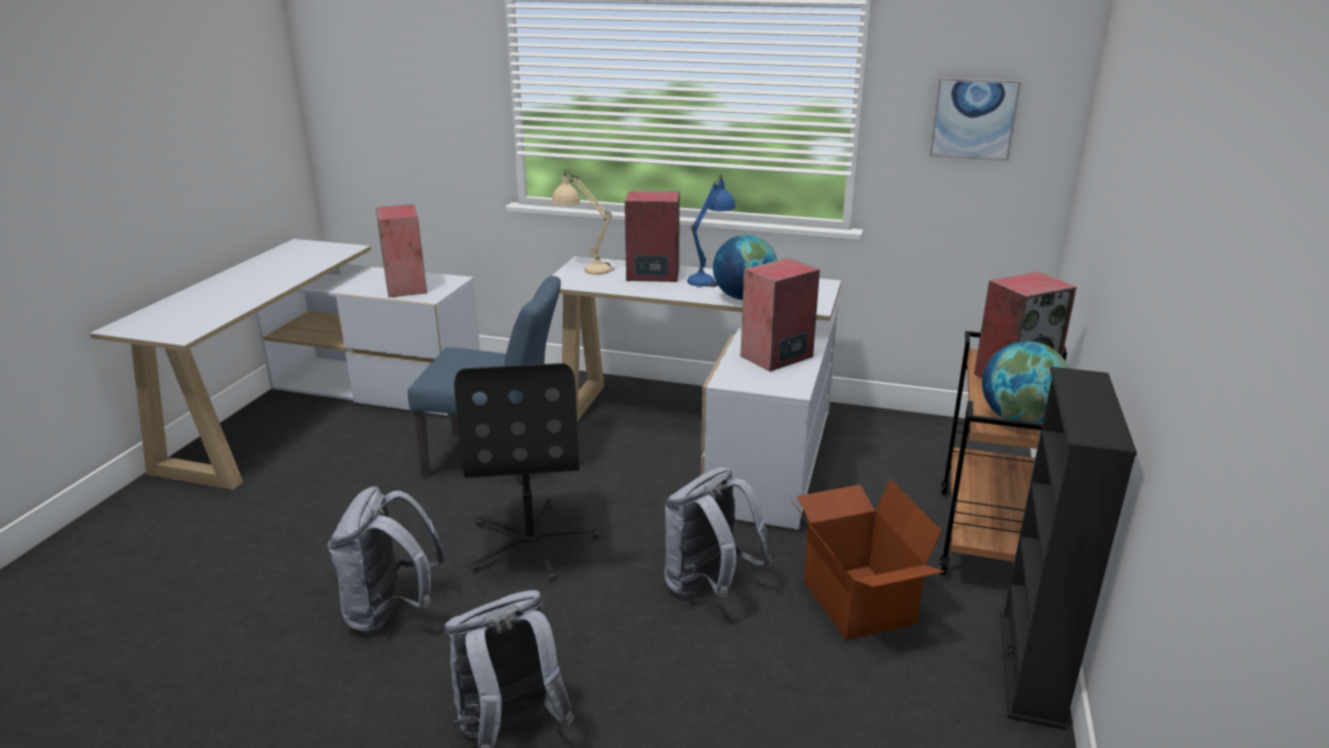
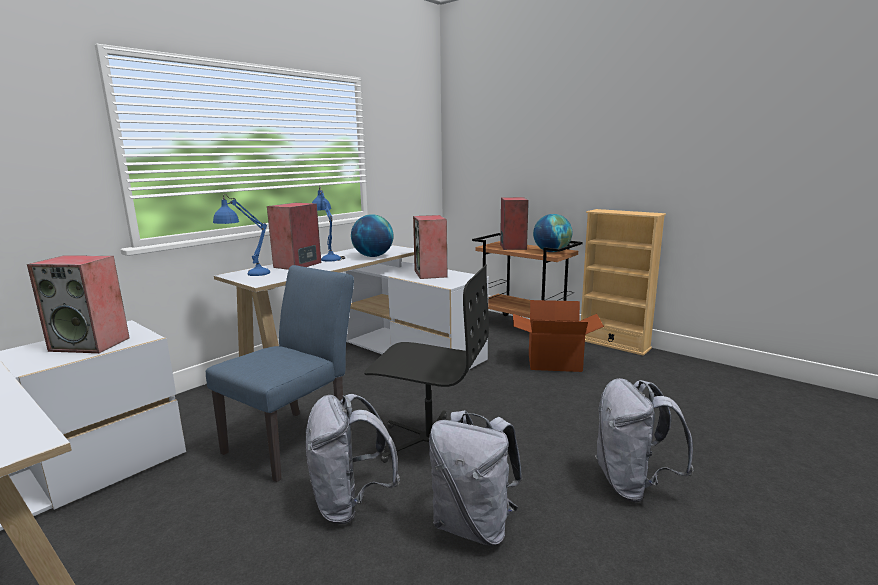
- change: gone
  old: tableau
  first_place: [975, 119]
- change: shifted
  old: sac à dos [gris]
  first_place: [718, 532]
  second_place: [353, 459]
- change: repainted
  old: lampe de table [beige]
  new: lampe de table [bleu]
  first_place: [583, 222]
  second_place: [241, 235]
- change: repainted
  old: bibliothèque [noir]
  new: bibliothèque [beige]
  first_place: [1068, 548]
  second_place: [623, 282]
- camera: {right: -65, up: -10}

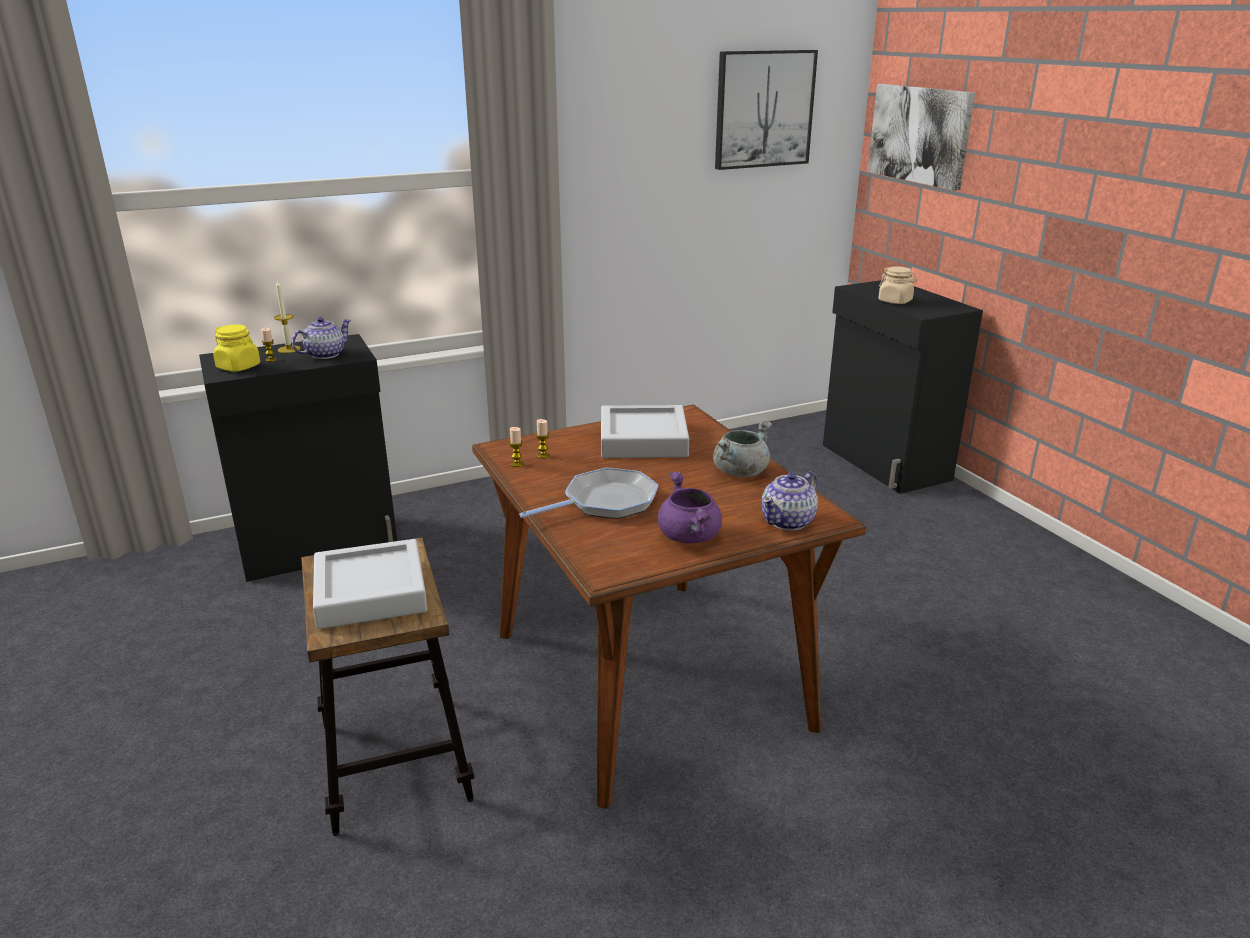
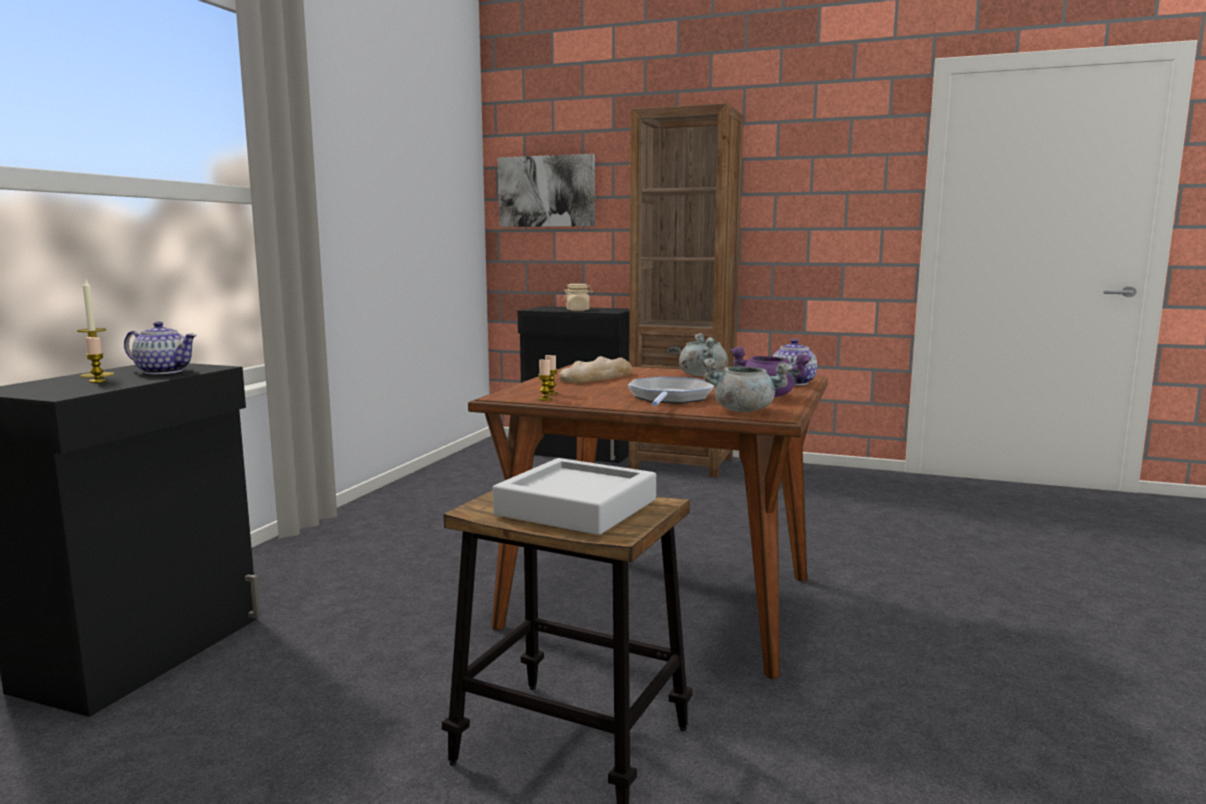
- change: gone
  old: bocal [jaune]
  first_place: [237, 348]
- change: gone
  old: tableau
  first_place: [766, 110]
- change: new
  new: bibliothèque [marron]
  second_place: [686, 290]
- change: new
  new: marmite [gris]
  second_place: [747, 385]
- change: swapped
  old: plateau [gris]
  new: pain
  first_place: [645, 431]
  second_place: [595, 369]
- change: rotated
  old: théière
  first_place: [321, 338]
  second_place: [160, 348]
  degrees: 105
- camera: {right: -45, up: -15}

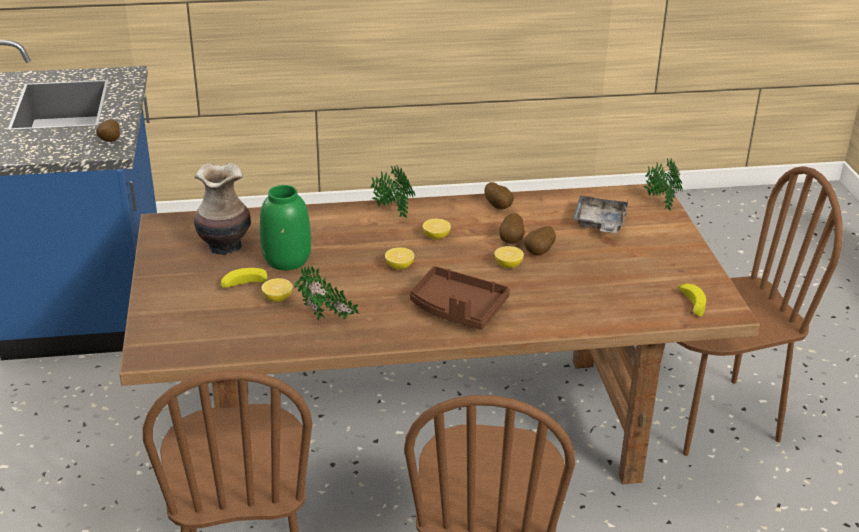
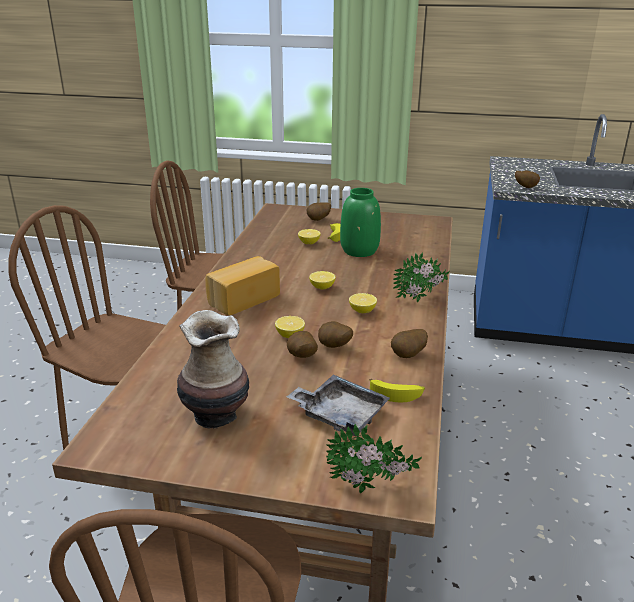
- change: gone
  old: plante en pot
  first_place: [327, 292]
- change: new
  new: pomme de terre
  second_place: [318, 212]
- change: shifted
  old: vase
  first_place: [222, 209]
  second_place: [213, 369]
- change: shifted
  old: banane
  first_place: [692, 300]
  second_place: [397, 390]
- change: swapped
  old: plateau [marron]
  new: pain
  first_place: [460, 298]
  second_place: [242, 285]
- camera: {right: 110, up: -5}

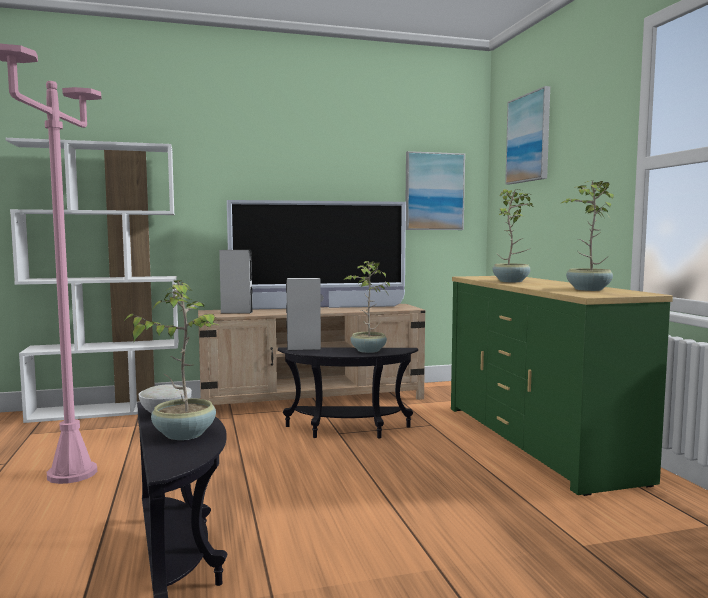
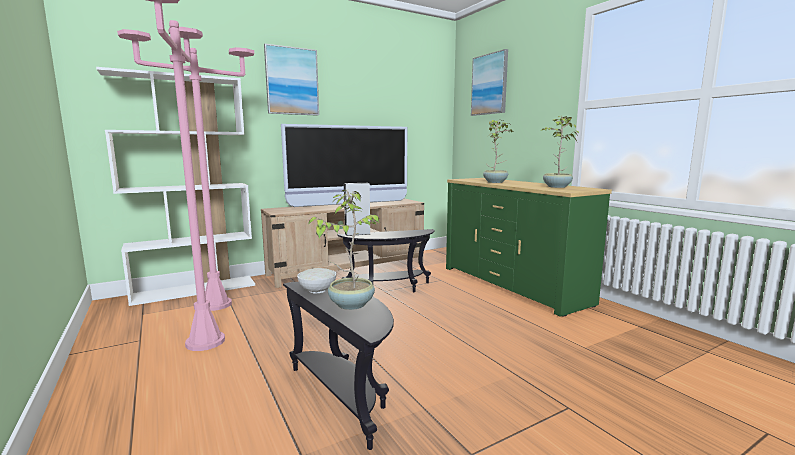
- change: gone
  old: enceinte [gris]
  first_place: [236, 282]
- change: gone
  old: plante en pot
  first_place: [367, 307]
- change: new
  new: lampadaire [rose]
  second_place: [185, 170]
- change: shifted
  old: tableau
  first_place: [435, 190]
  second_place: [291, 80]
- camera: {right: -15, up: 5}

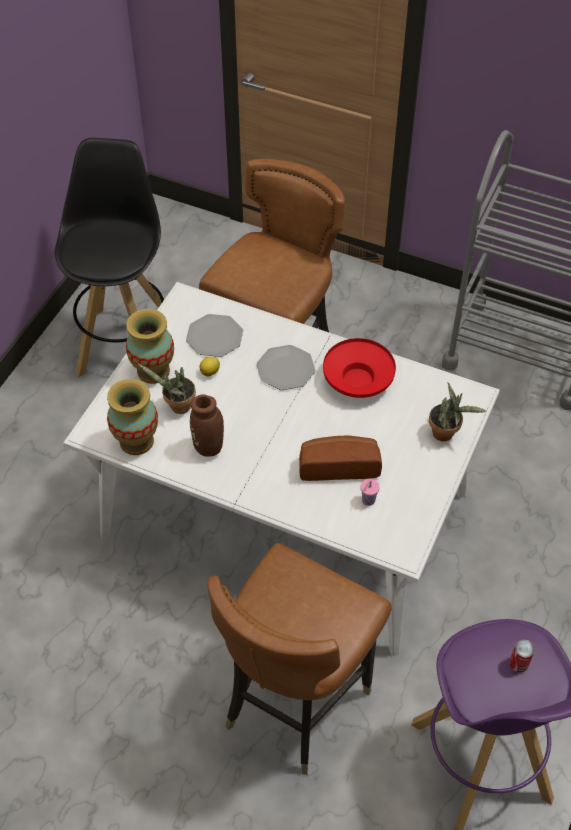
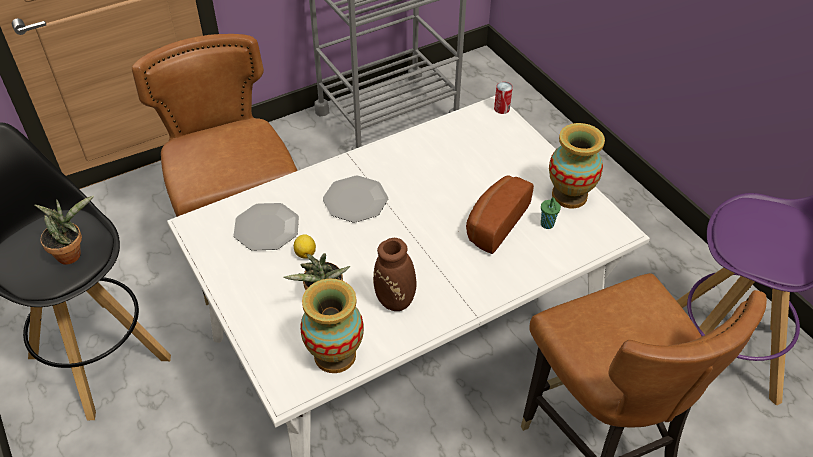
- change: gone
  old: bol [rouge]
  first_place: [359, 368]
- change: shifted
  old: vase
  first_place: [150, 346]
  second_place: [577, 165]
- change: shifted
  old: plante en pot
  first_place: [458, 412]
  second_place: [64, 230]
- change: shifted
  old: boîte métallique
  first_place: [522, 656]
  second_place: [503, 98]
- change: repainted
  old: tasse [rose]
  new: tasse [vert]
  first_place: [370, 492]
  second_place: [551, 213]
- camera: {right: -55, up: -5}

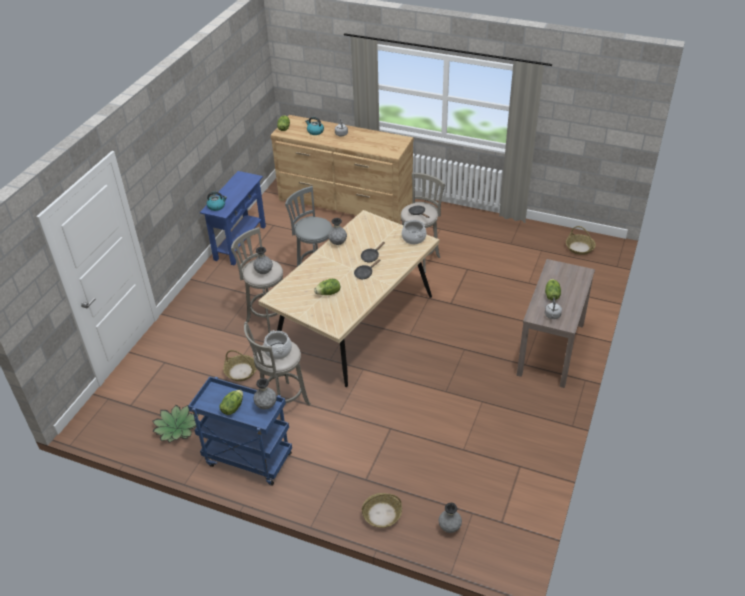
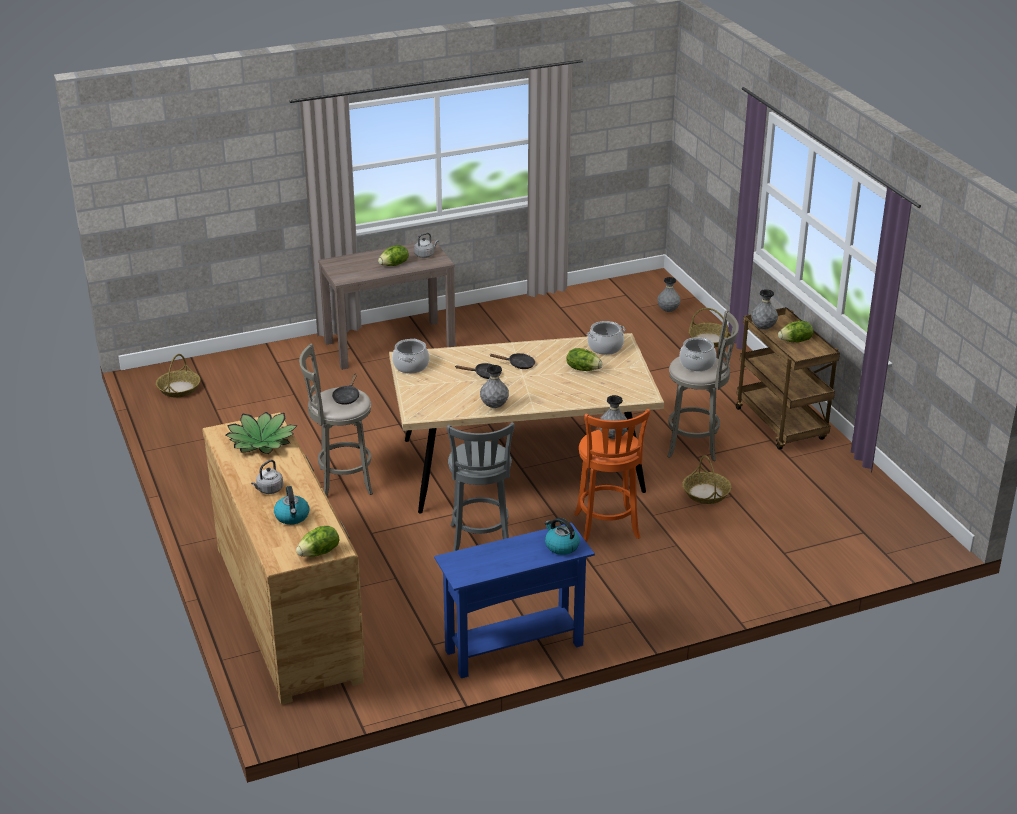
- change: new
  new: marmite
  second_place: [606, 338]
- change: shifted
  old: plante en pot
  first_place: [175, 424]
  second_place: [261, 433]
- change: repainted
  old: chariot [bleu]
  new: chariot [marron]
  first_place: [240, 431]
  second_place: [788, 378]
- change: repainted
  old: tabouret [gris]
  new: tabouret [orange]
  first_place: [257, 280]
  second_place: [612, 475]
- camera: {right: -135, up: -10}

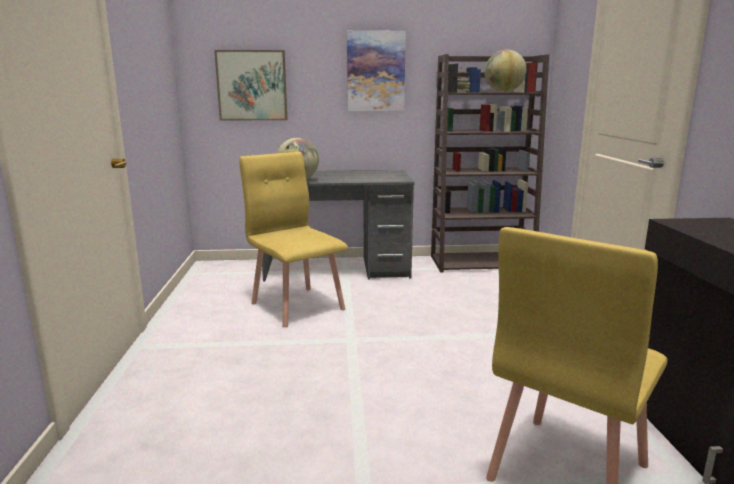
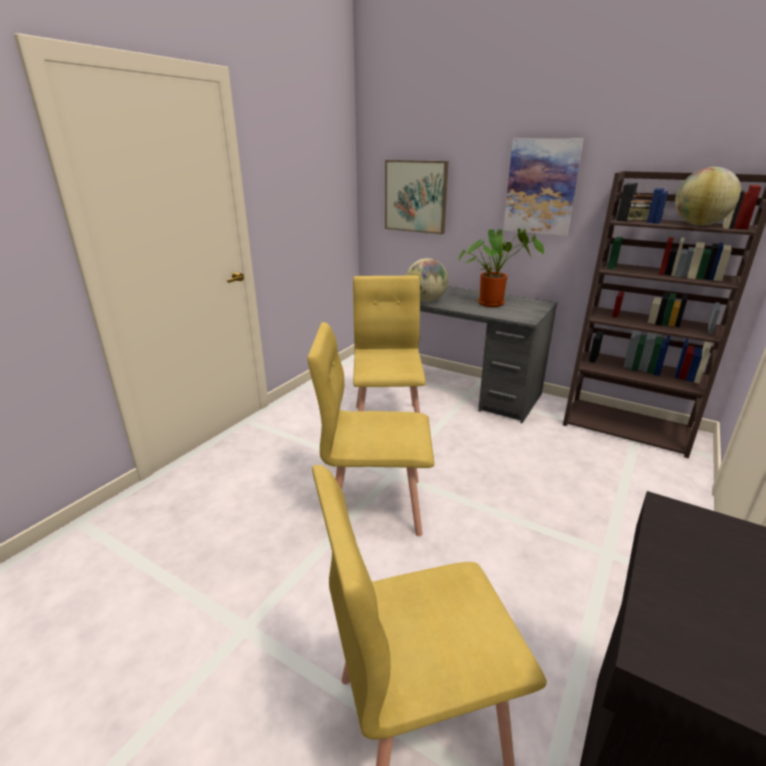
- change: new
  new: chaise [jaune]
  second_place: [370, 429]
- change: new
  new: plante en pot
  second_place: [501, 268]
- camera: {right: 35, up: 10}

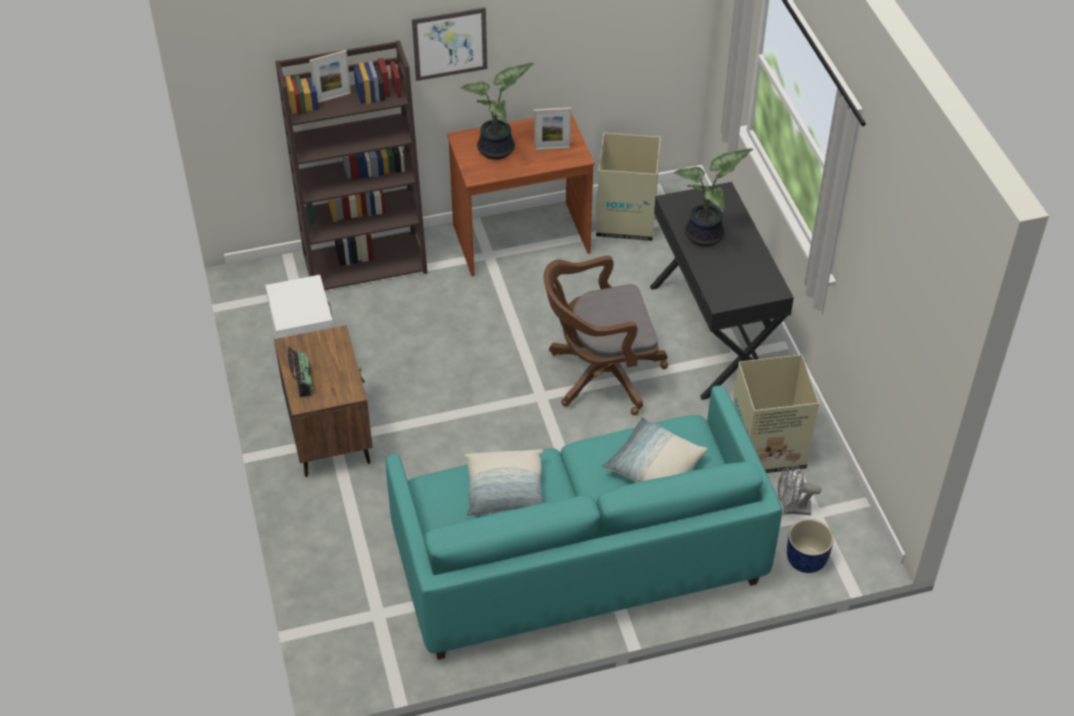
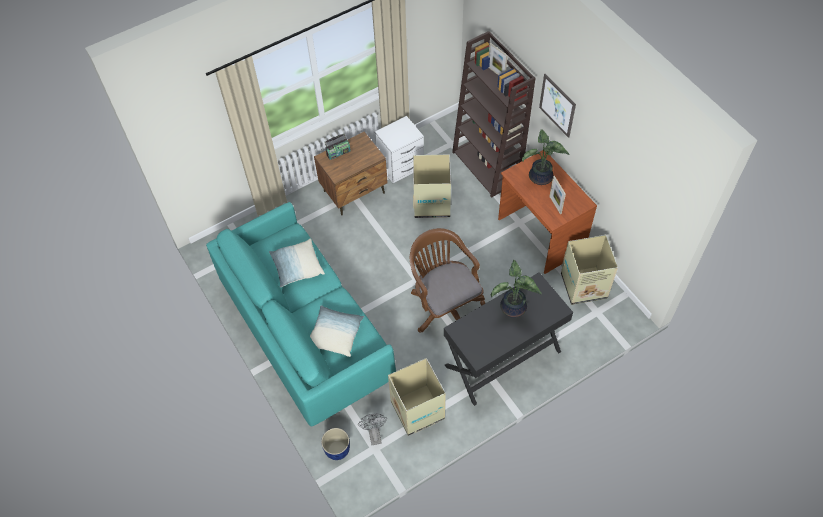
- change: new
  new: carton
  second_place: [432, 186]
- camera: {right: 75, up: 10}

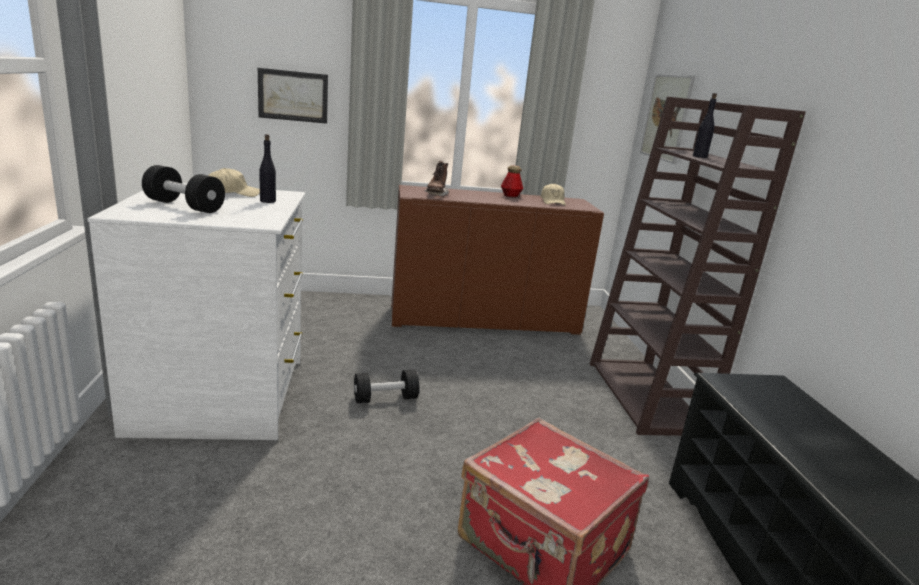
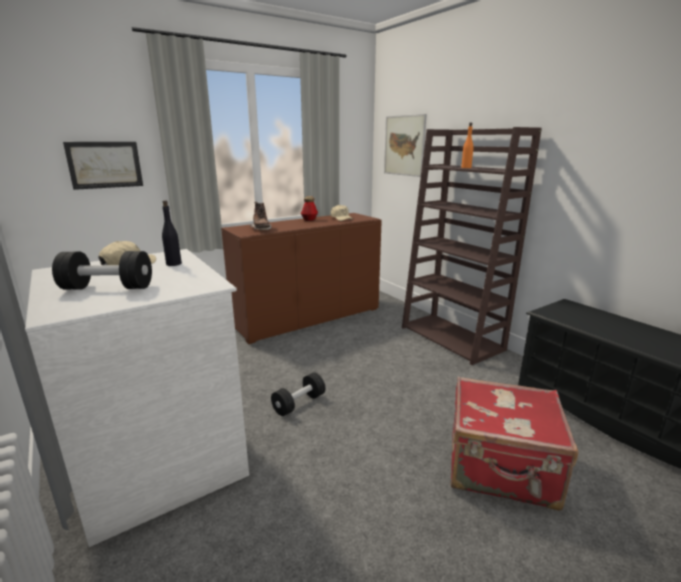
- change: repainted
  old: bouteille [noir]
  new: bouteille [orange]
  first_place: [705, 125]
  second_place: [467, 145]
- camera: {right: -25, up: 0}

